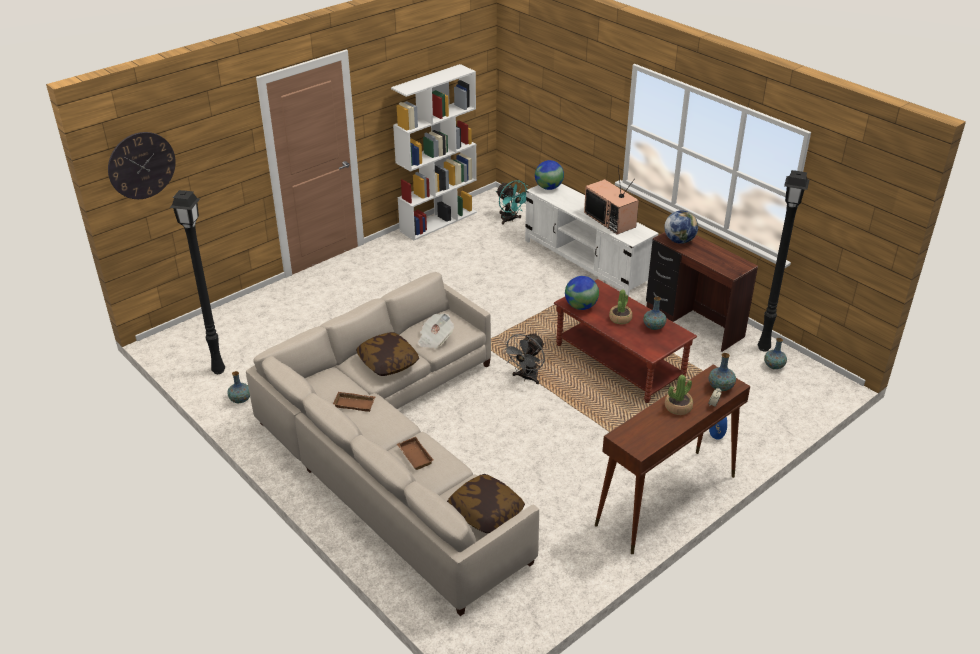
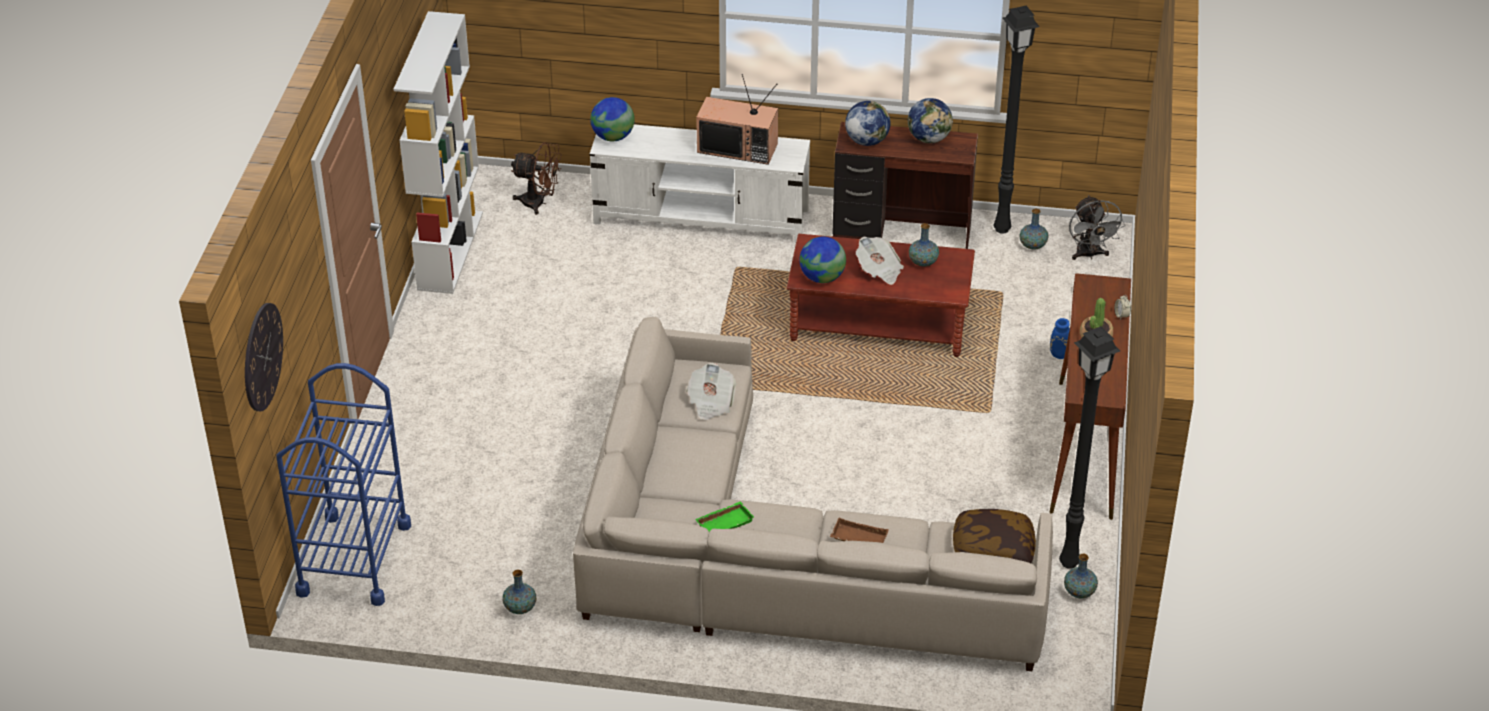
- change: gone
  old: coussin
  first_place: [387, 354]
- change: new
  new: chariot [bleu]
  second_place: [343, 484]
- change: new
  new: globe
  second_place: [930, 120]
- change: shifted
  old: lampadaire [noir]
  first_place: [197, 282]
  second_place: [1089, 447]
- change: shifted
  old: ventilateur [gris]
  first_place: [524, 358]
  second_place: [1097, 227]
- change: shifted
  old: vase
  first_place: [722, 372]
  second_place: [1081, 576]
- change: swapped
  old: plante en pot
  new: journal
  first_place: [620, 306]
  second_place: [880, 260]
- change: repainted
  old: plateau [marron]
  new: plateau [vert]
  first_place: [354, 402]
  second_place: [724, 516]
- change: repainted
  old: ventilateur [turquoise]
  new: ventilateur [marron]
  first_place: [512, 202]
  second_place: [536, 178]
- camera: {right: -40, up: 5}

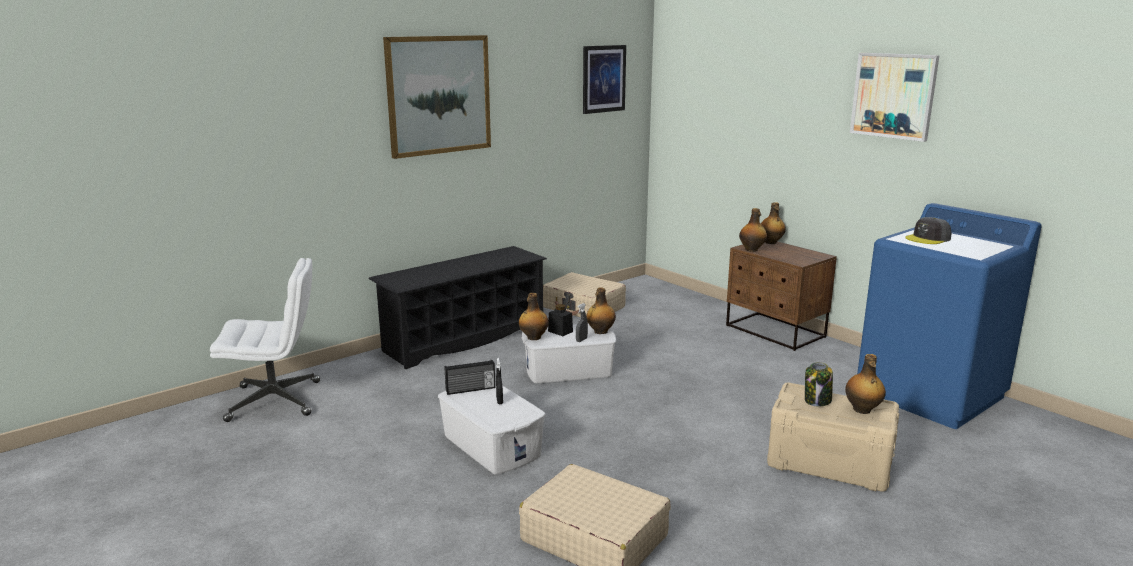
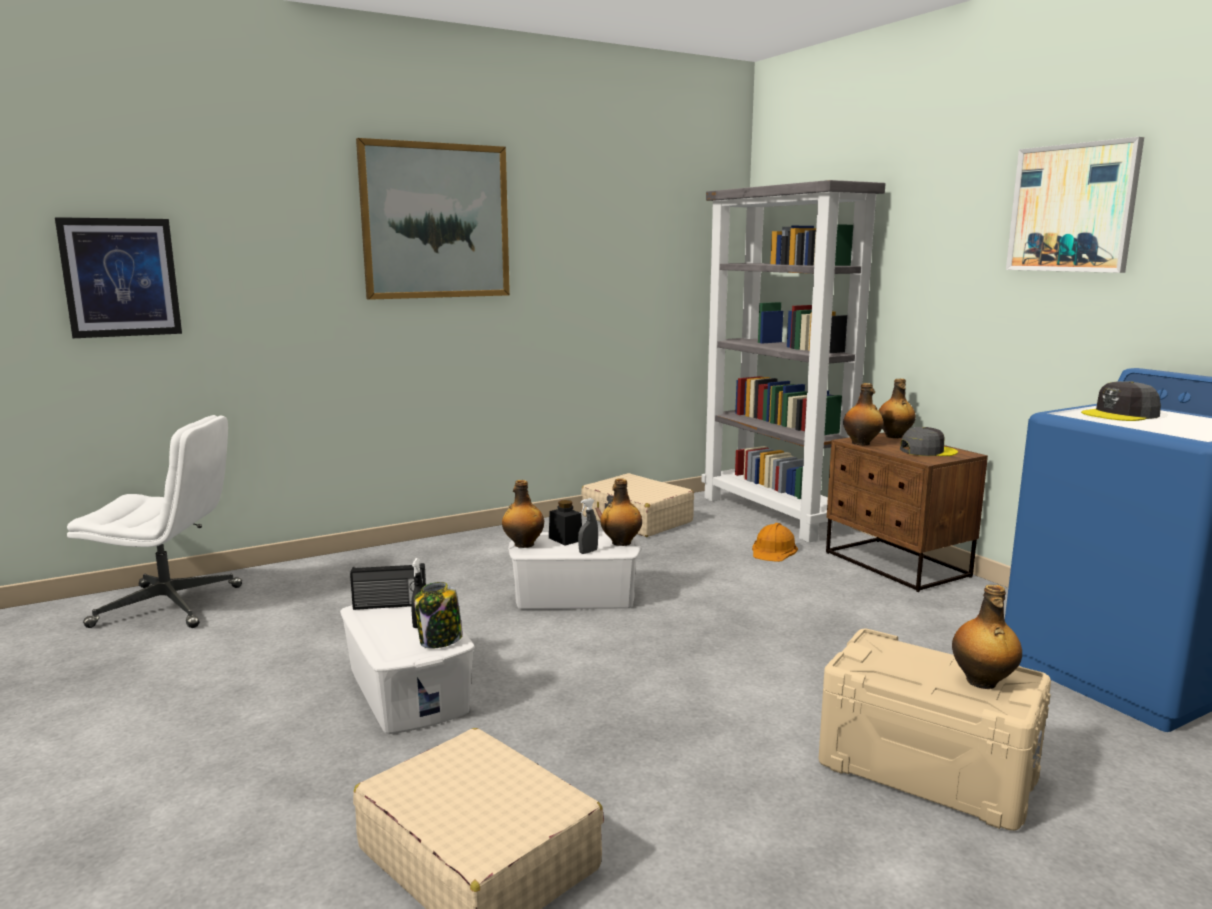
- change: gone
  old: étagère à chaussures [noir]
  first_place: [457, 307]
- change: new
  new: bibliothèque [gris]
  second_place: [793, 361]
- change: new
  new: casque de chantier [orange]
  second_place: [775, 542]
- change: new
  new: casquette [gris]
  second_place: [929, 441]
- change: shifted
  old: tableau
  first_place: [604, 79]
  second_place: [118, 277]
- change: shifted
  old: bocal
  first_place: [819, 384]
  second_place: [438, 615]
- camera: {right: 10, up: -5}

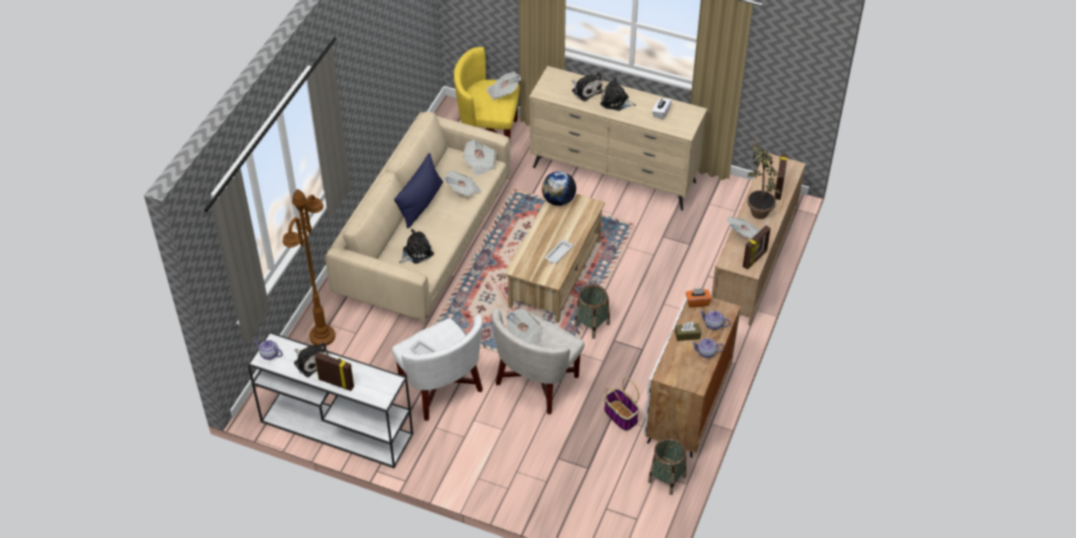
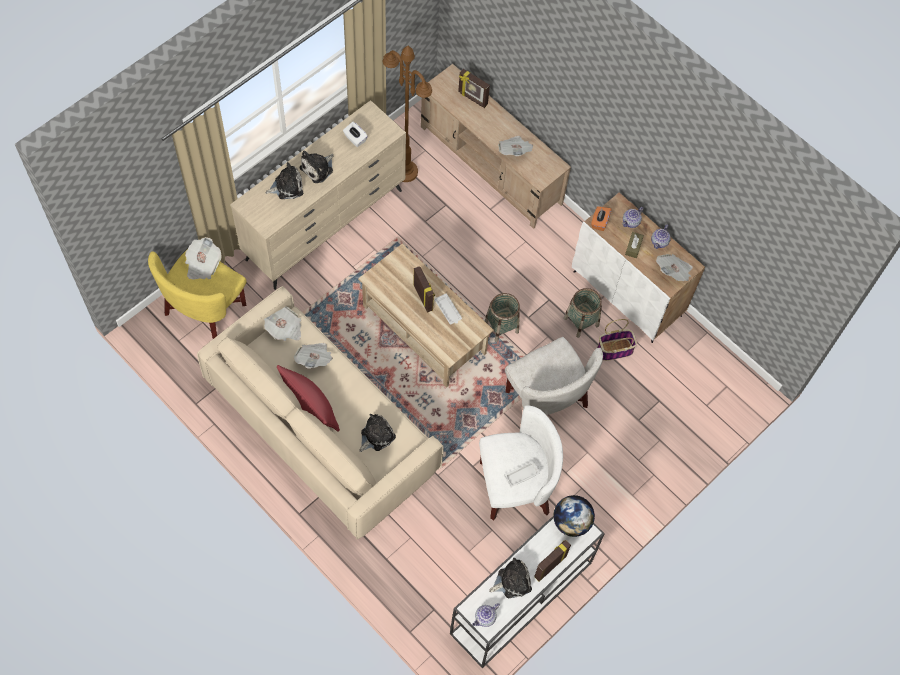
- change: gone
  old: plante en pot
  first_place: [763, 178]
- change: shifted
  old: lampadaire [marron]
  first_place: [309, 267]
  second_place: [407, 114]
- change: shifted
  old: journal
  first_place: [524, 327]
  second_place: [674, 267]
- change: shifted
  old: globe
  first_place: [559, 188]
  second_place: [574, 516]
- change: shifted
  old: panier
  first_place: [667, 466]
  second_place: [583, 313]
- change: shifted
  old: cadre photo
  first_place: [756, 247]
  second_place: [424, 289]
- change: repainted
  old: coussin [bleu]
  new: coussin [rouge]
  first_place: [418, 191]
  second_place: [308, 398]
- change: rotated
  old: peluche
  first_place: [416, 246]
  second_place: [377, 433]
  degrees: 60
- camera: {right: -70, up: 15}

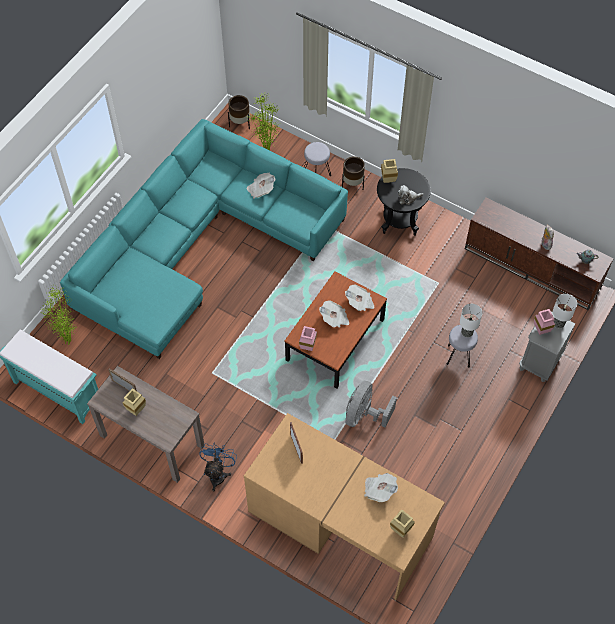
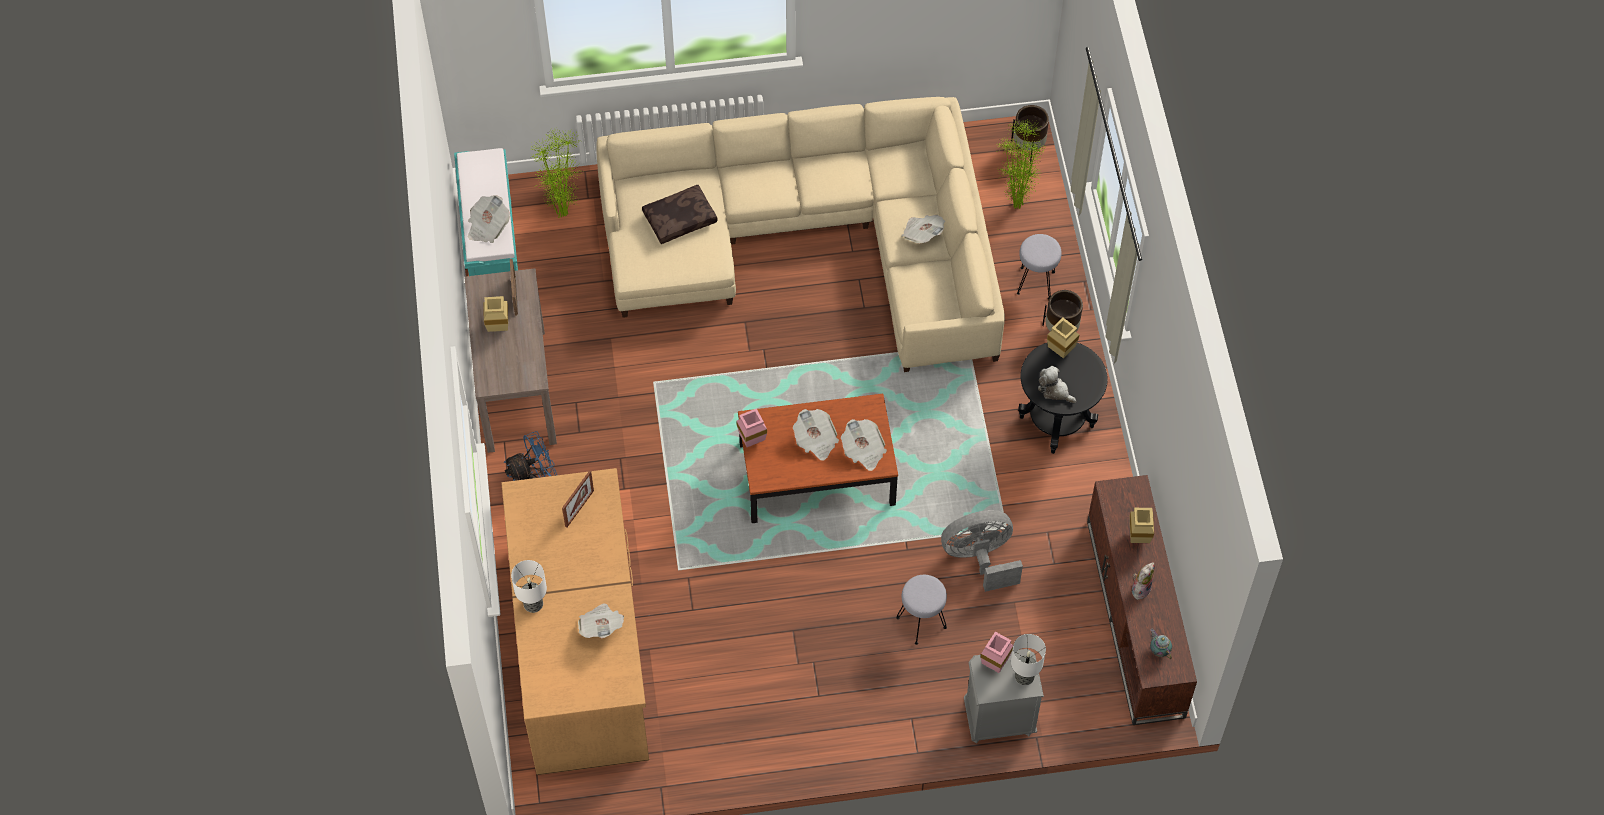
- change: new
  new: journal
  second_place: [489, 219]
- change: new
  new: coussin [marron]
  second_place: [680, 214]
- change: shifted
  old: ventilateur [gris]
  first_place: [371, 404]
  second_place: [982, 551]
- change: shifted
  old: vase [beige]
  first_place: [402, 524]
  second_place: [1142, 525]
- change: shifted
  old: lampe de table
  first_place: [471, 320]
  second_place: [529, 586]
- change: repainted
  old: canapé [turquoise]
  new: canapé [beige]
  first_place: [204, 239]
  second_place: [800, 234]
- camera: {right: 50, up: 0}

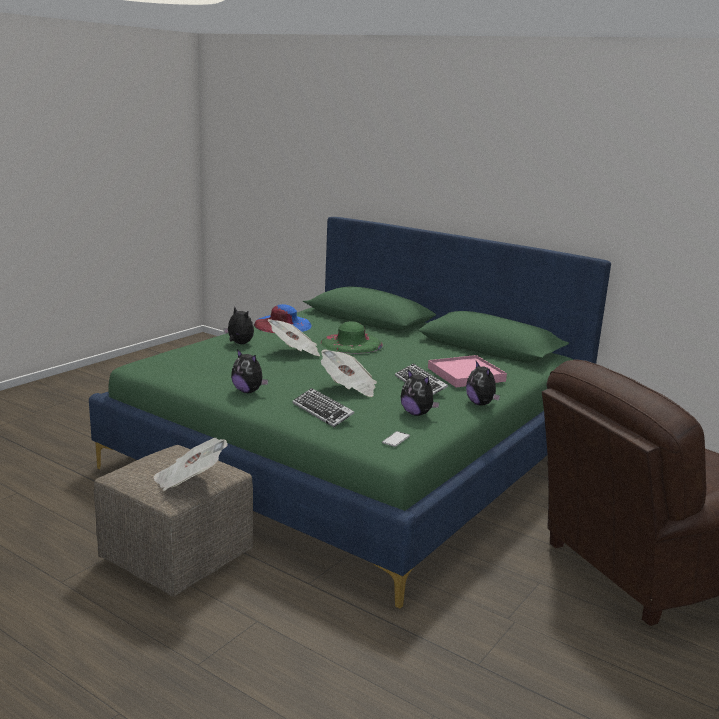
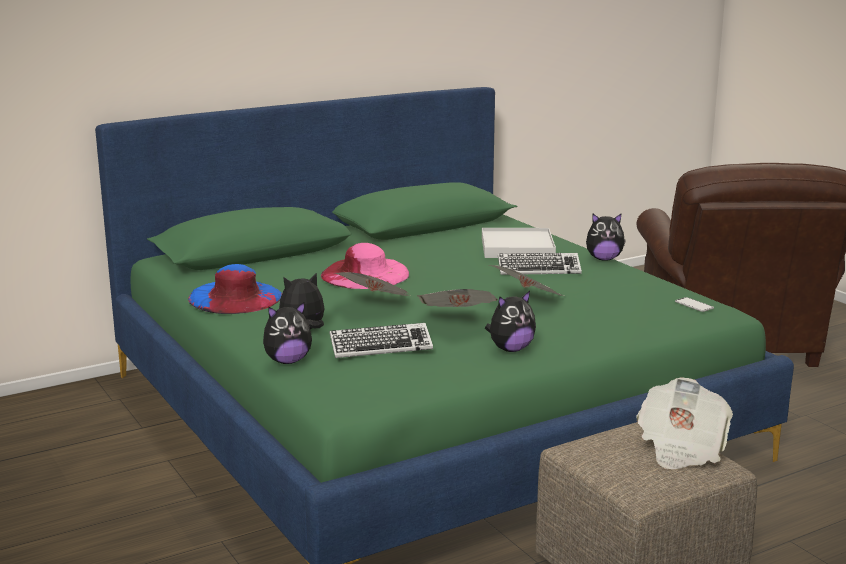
- change: new
  new: journal
  second_place: [457, 298]
- change: shifted
  old: clavier
  first_place: [323, 407]
  second_place: [381, 340]
- change: shifted
  old: peluche
  first_place: [420, 393]
  second_place: [287, 333]
- change: repainted
  old: chapeau [vert]
  new: chapeau [rose]
  first_place: [352, 337]
  second_place: [365, 266]
- change: repainted
  old: plateau [rose]
  new: plateau [blanc]
  first_place: [467, 371]
  second_place: [519, 243]
- camera: {right: -65, up: 0}

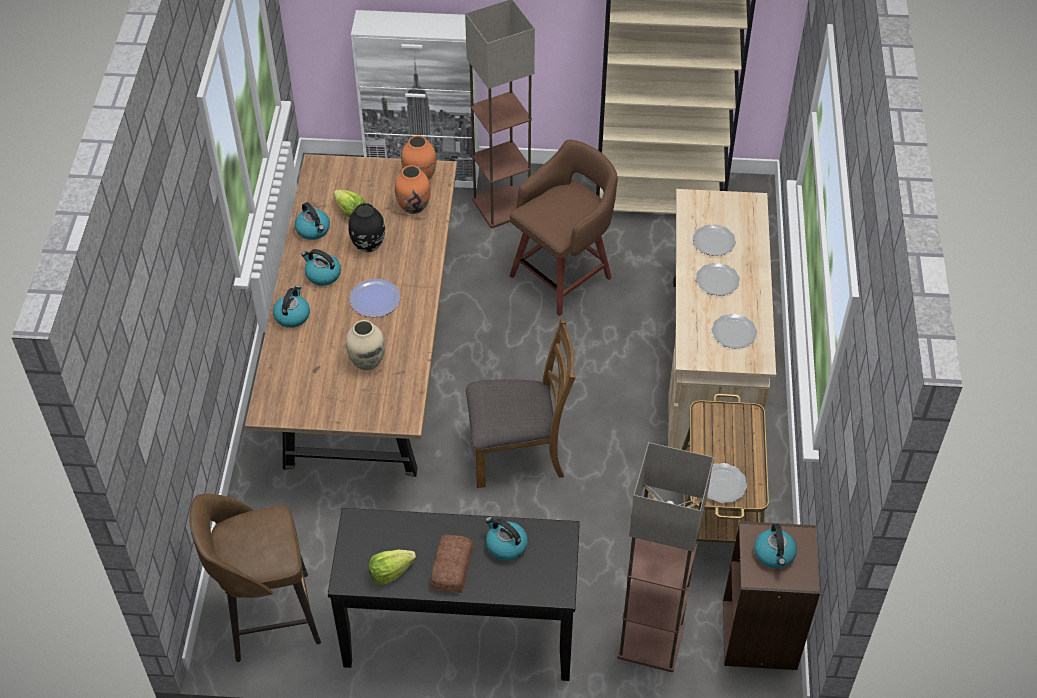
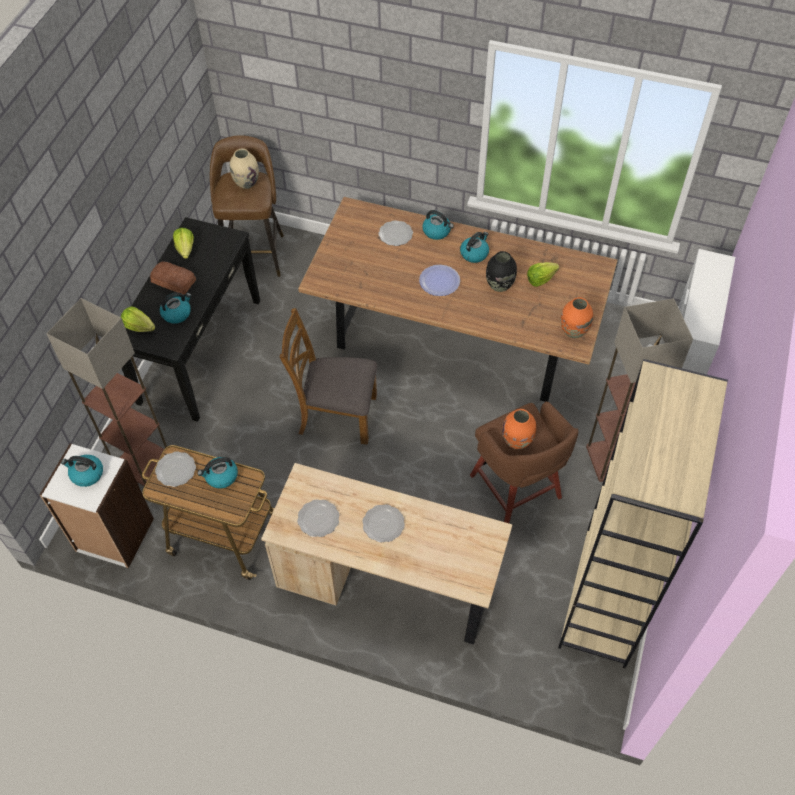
- change: new
  new: laitue
  second_place: [138, 319]
- change: shifted
  old: bouilloire
  first_place: [312, 221]
  second_place: [218, 472]
- change: shifted
  old: vase [beige]
  first_place: [365, 345]
  second_place: [244, 169]
- change: shifted
  old: vase [orange]
  first_place: [412, 189]
  second_place: [519, 429]
- change: shifted
  old: assiette
  first_place: [714, 240]
  second_place: [396, 233]
- change: repainted
  old: bibliothèque [marron]
  new: bibliothèque [blanc]
  first_place: [771, 595]
  second_place: [97, 505]
- change: rotated
  old: chaise [marron]
  first_place: [521, 403]
  second_place: [328, 376]
  degrees: 90
- camera: {right: 105, up: 5}

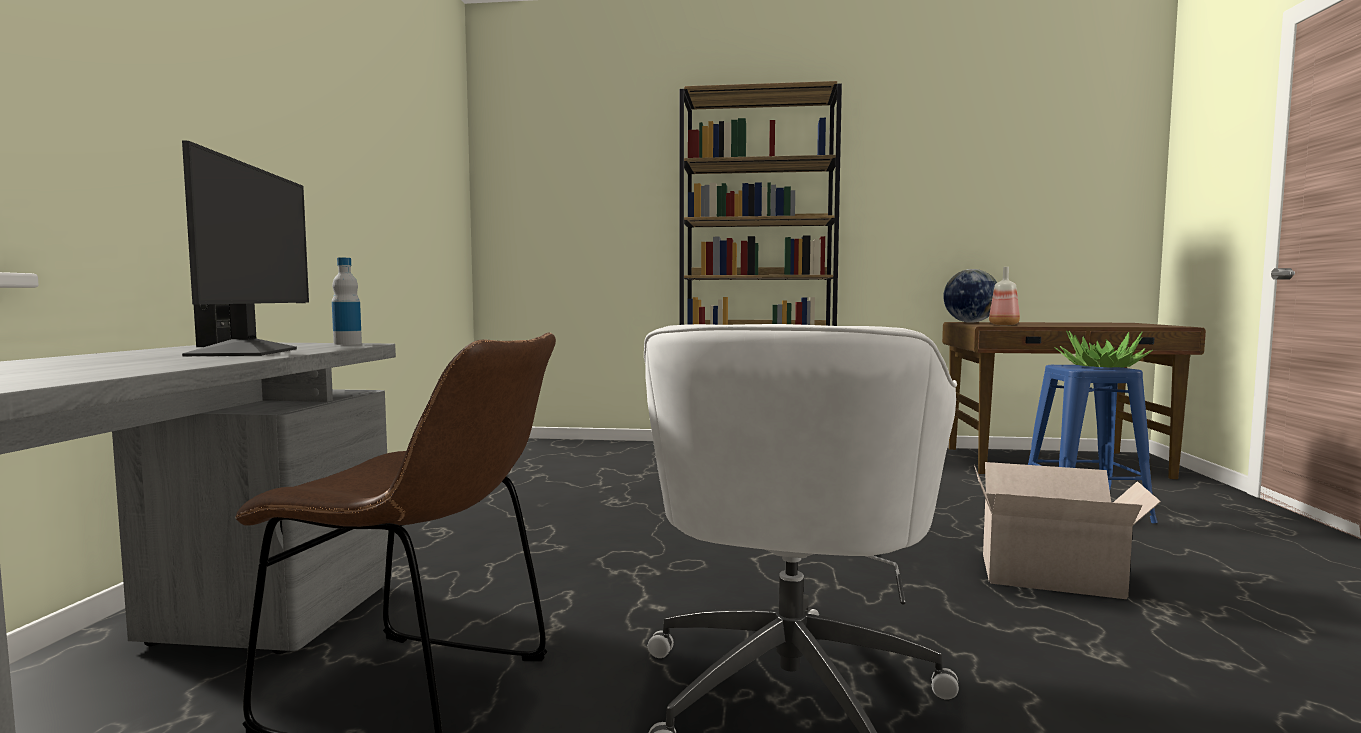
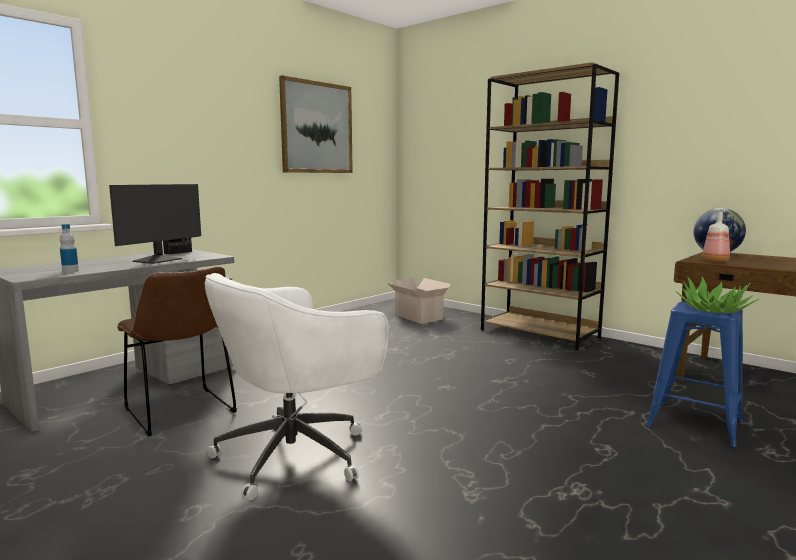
- change: new
  new: tableau
  second_place: [316, 124]
- change: shifted
  old: bouteille
  first_place: [347, 301]
  second_place: [69, 248]
- change: shifted
  old: carton
  first_place: [1067, 530]
  second_place: [419, 301]
- camera: {right: 35, up: 5}

